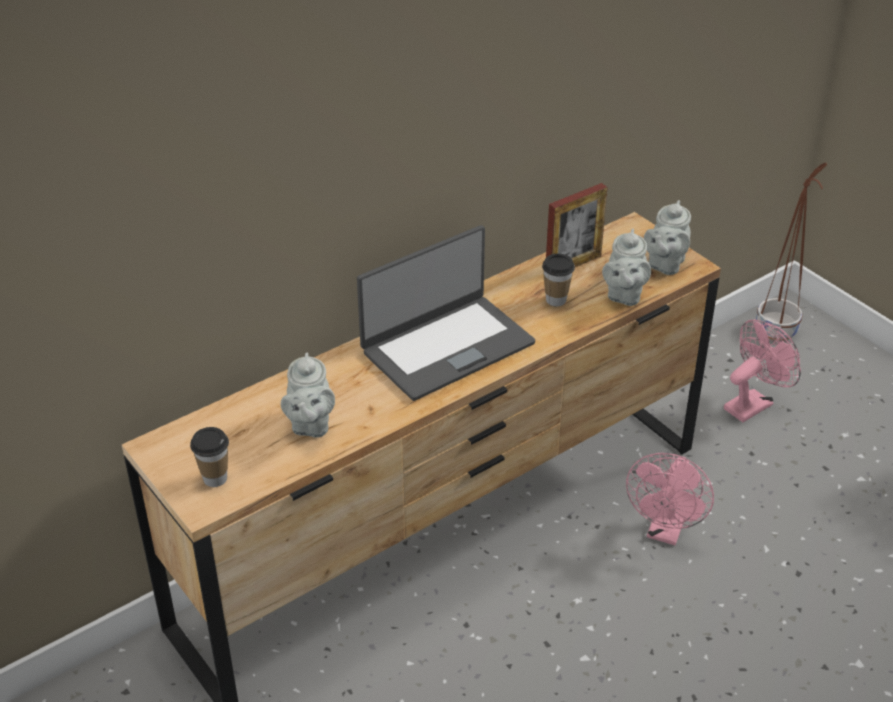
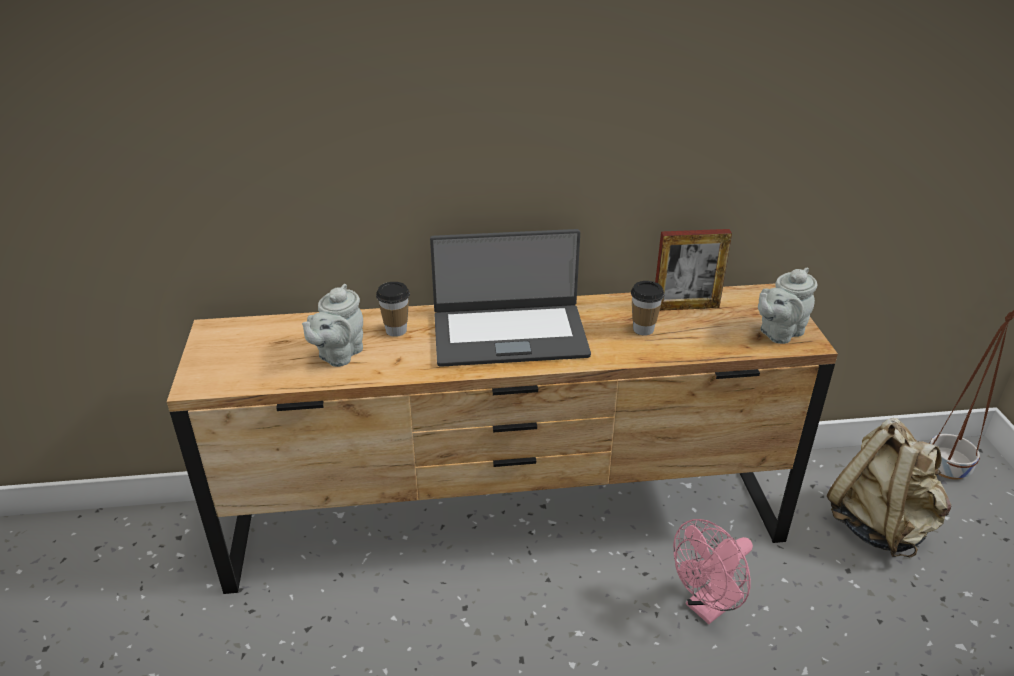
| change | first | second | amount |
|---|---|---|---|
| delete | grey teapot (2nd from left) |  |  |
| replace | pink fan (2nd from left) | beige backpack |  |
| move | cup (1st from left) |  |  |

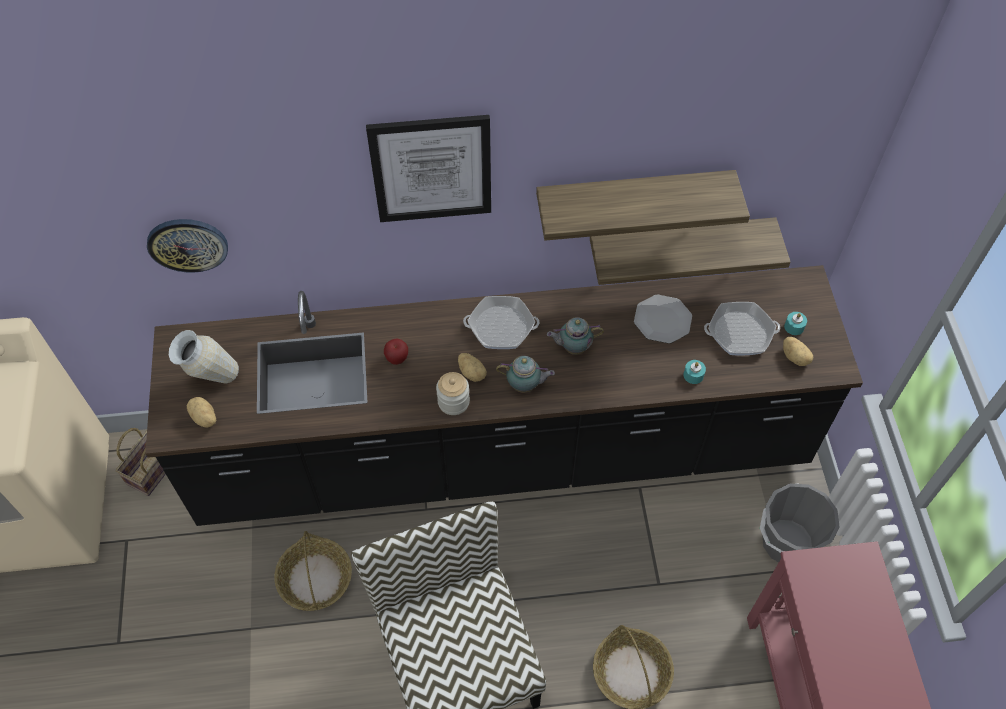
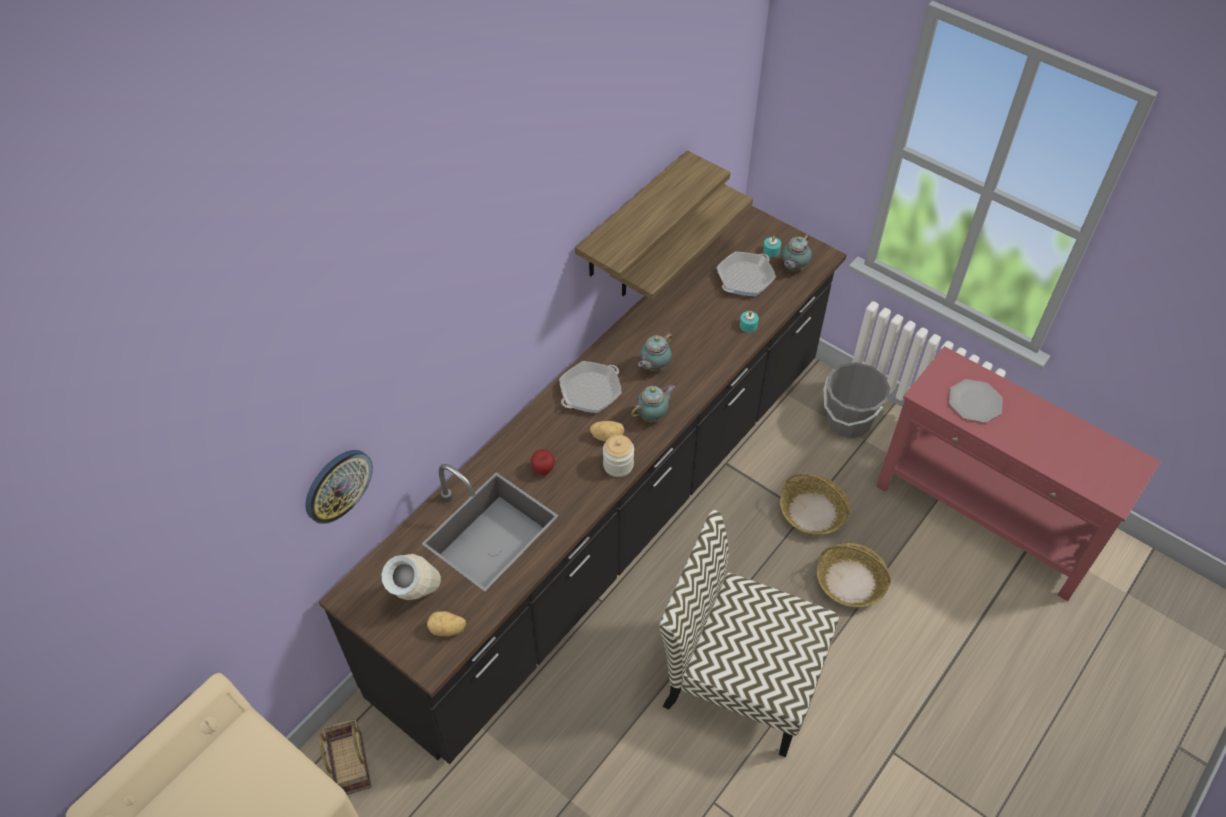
| change | first | second | amount |
|---|---|---|---|
| delete | picture |  |  |
| move | plate |  |  |
| replace | potato (3rd from left) | teapot (3rd from left) |  |
| move | basket (2nd from left) |  |  |

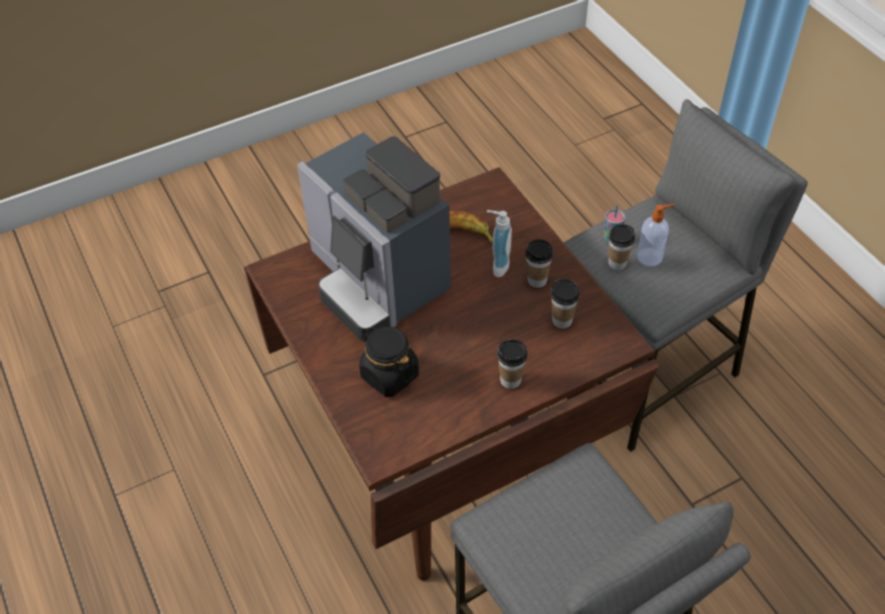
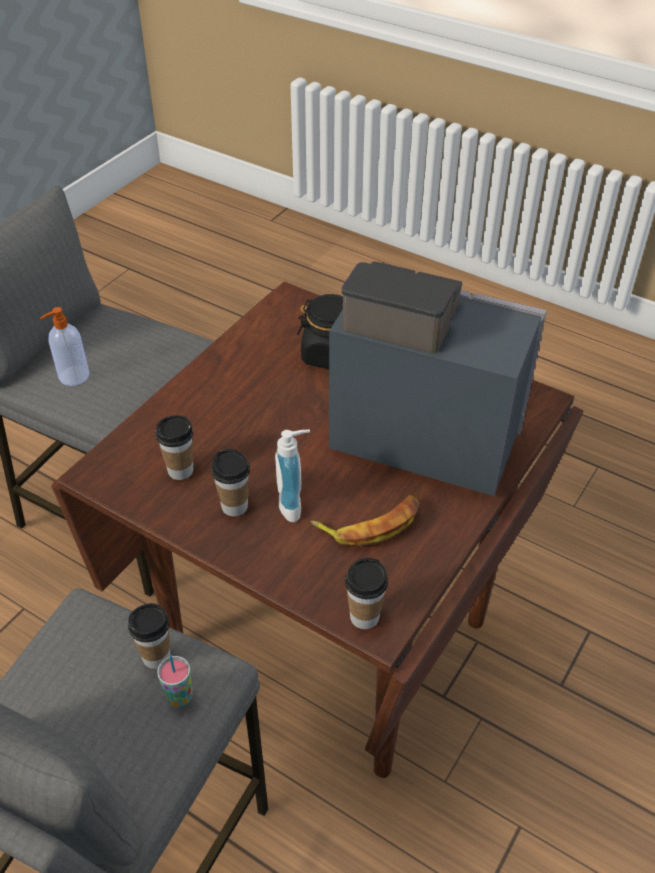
| change | first | second | amount |
|---|---|---|---|
| move | soap dispenser (2nd from left in the first image) | soap dispenser (1st from left) |  |
| move | cup (1st from left in the first image) | cup (5th from left) |  |

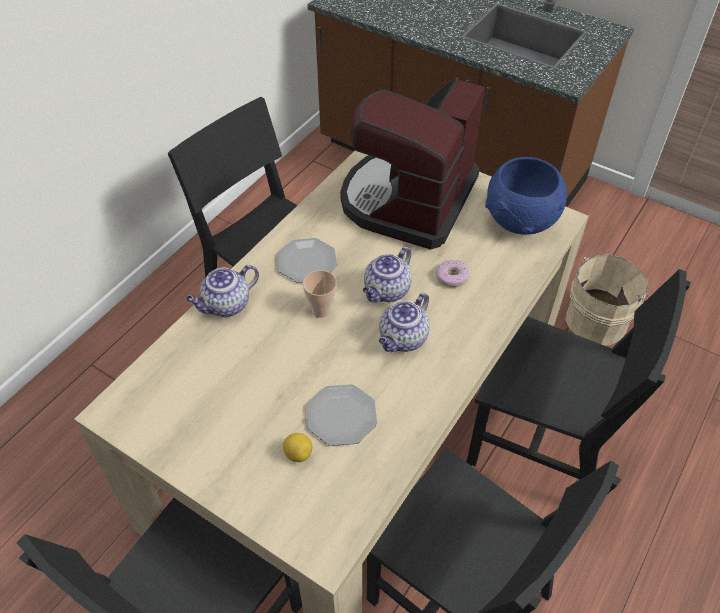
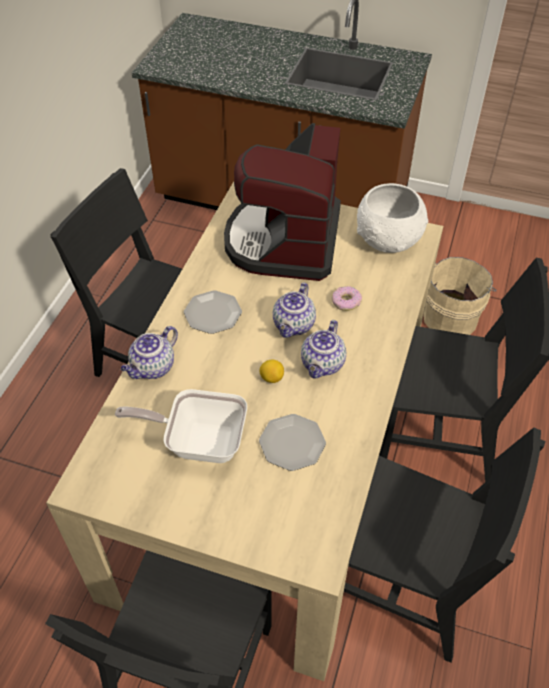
| change | first | second | amount |
|---|---|---|---|
| recolor | blue bowl | white bowl |  |
| delete | cup |  |  |
| move | lemon |  |  |
| insert |  | frying pan |  |

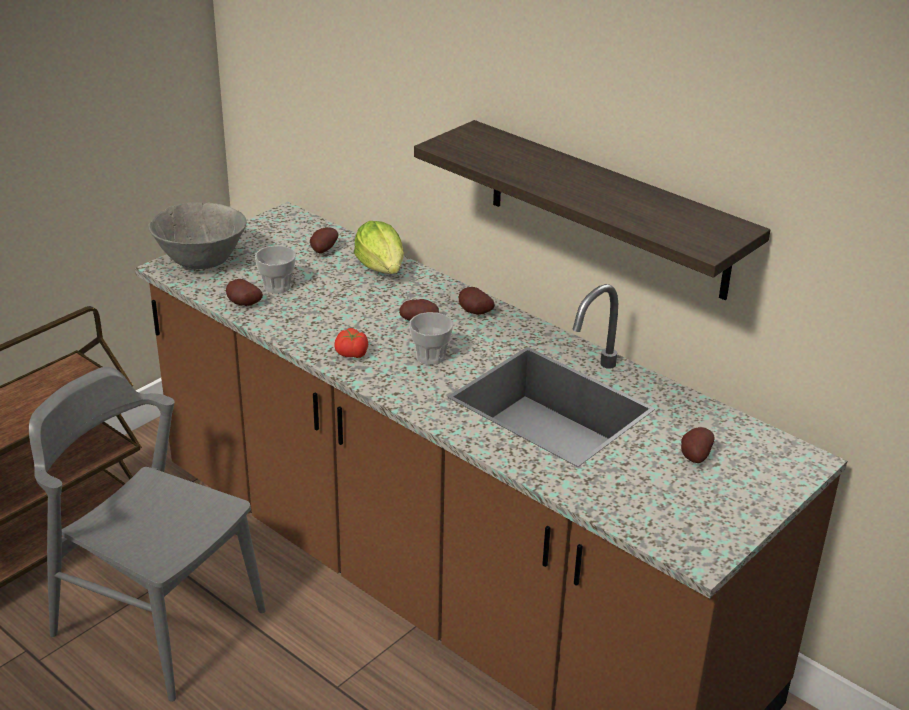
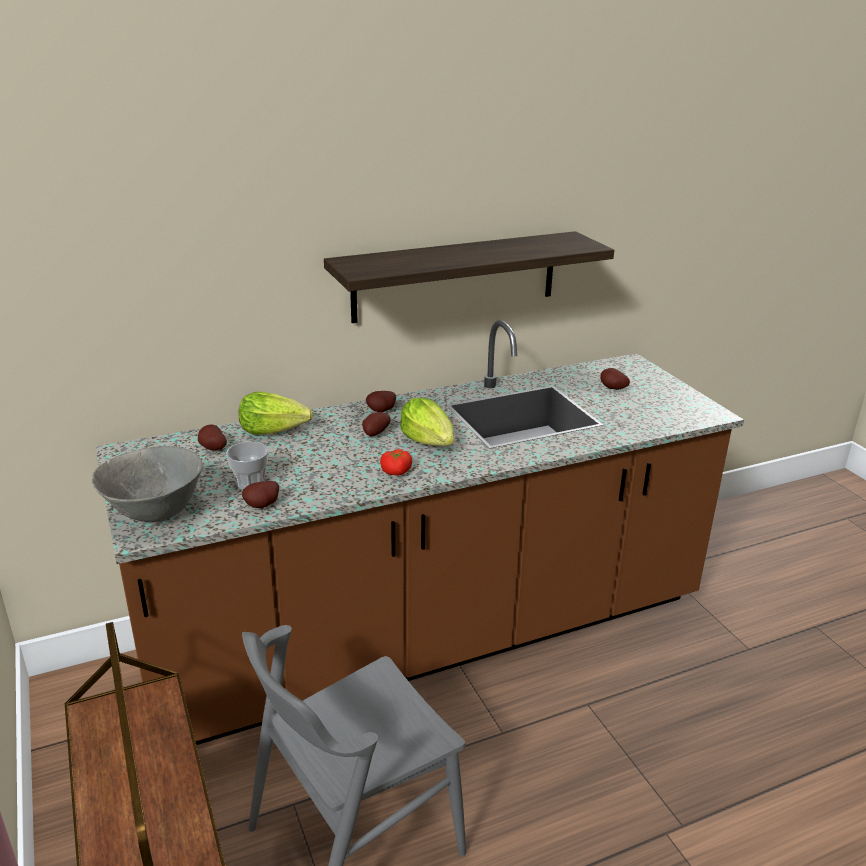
| change | first | second | amount |
|---|---|---|---|
| replace | cup (2nd from left) | lettuce (2nd from left) |  |

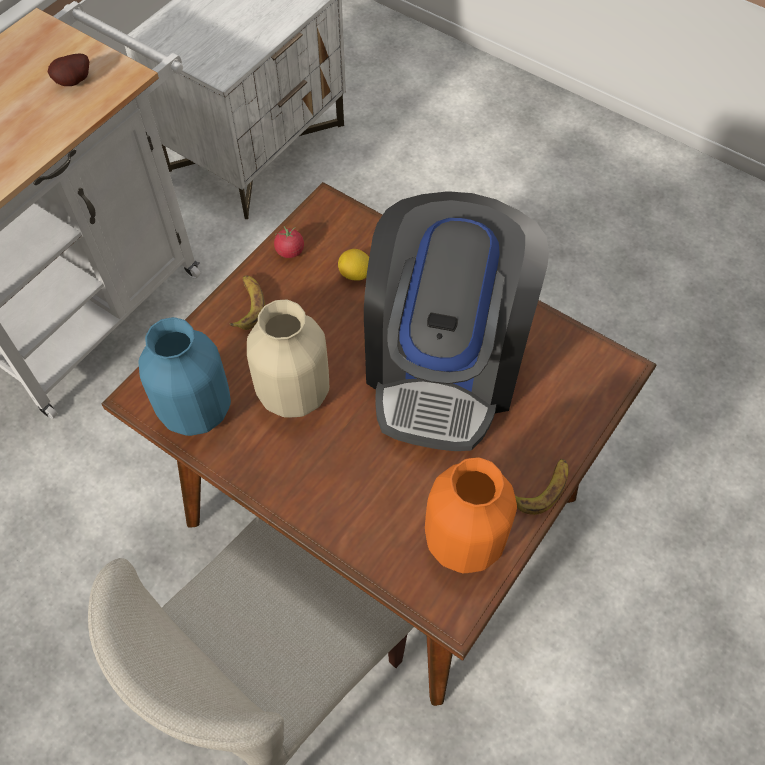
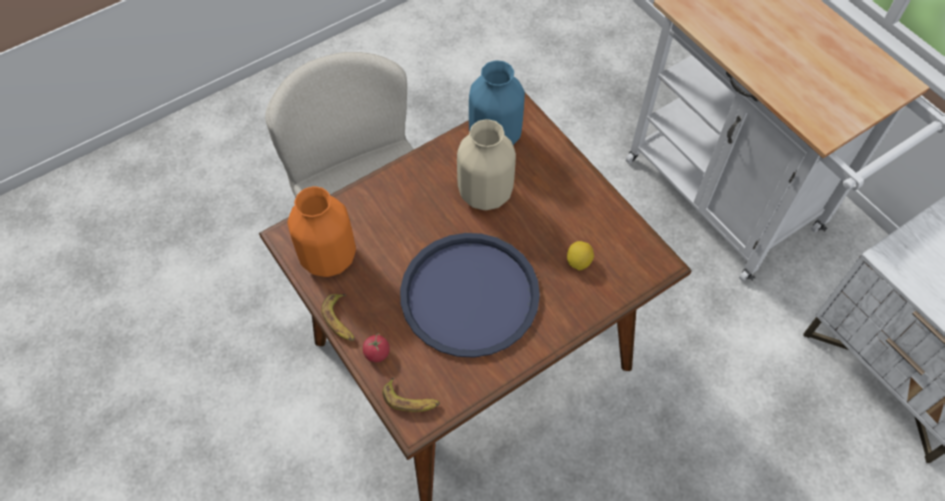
| change | first | second | amount |
|---|---|---|---|
| delete | potato |  |  |
| replace | coffee machine | blue tray |  |
| move | tomato |  |  |
| move | banana (1st from left in the first image) | banana (2nd from left) |  |

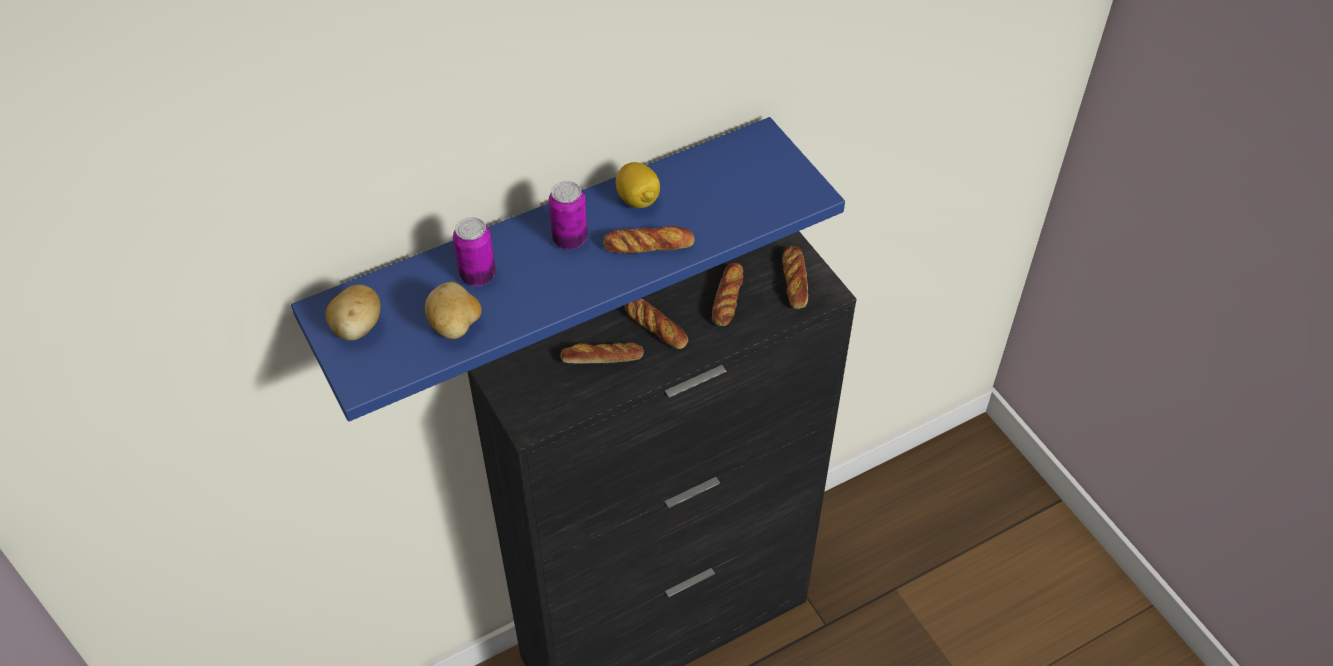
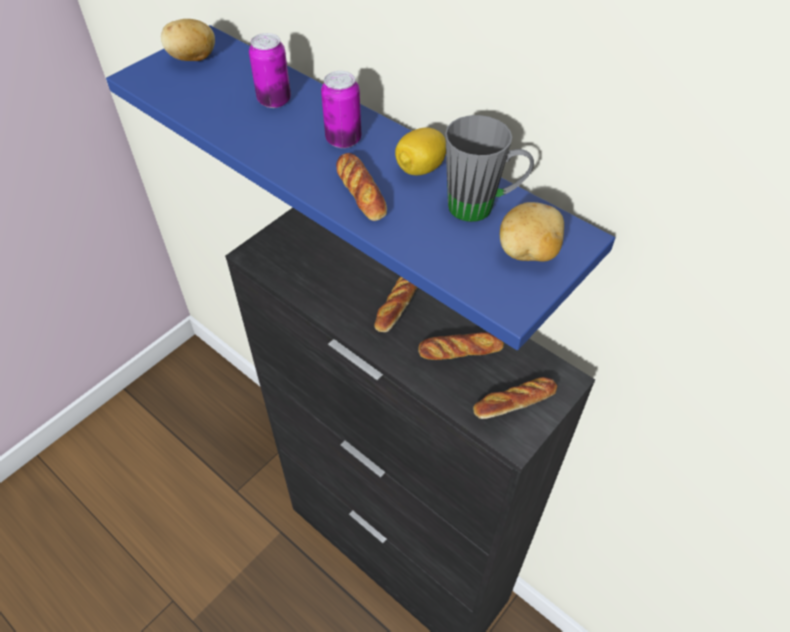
| change | first | second | amount |
|---|---|---|---|
| move | potato (2nd from left) |  |  |
| delete | bread (1st from left) |  |  |
| insert |  | grey mug |  |

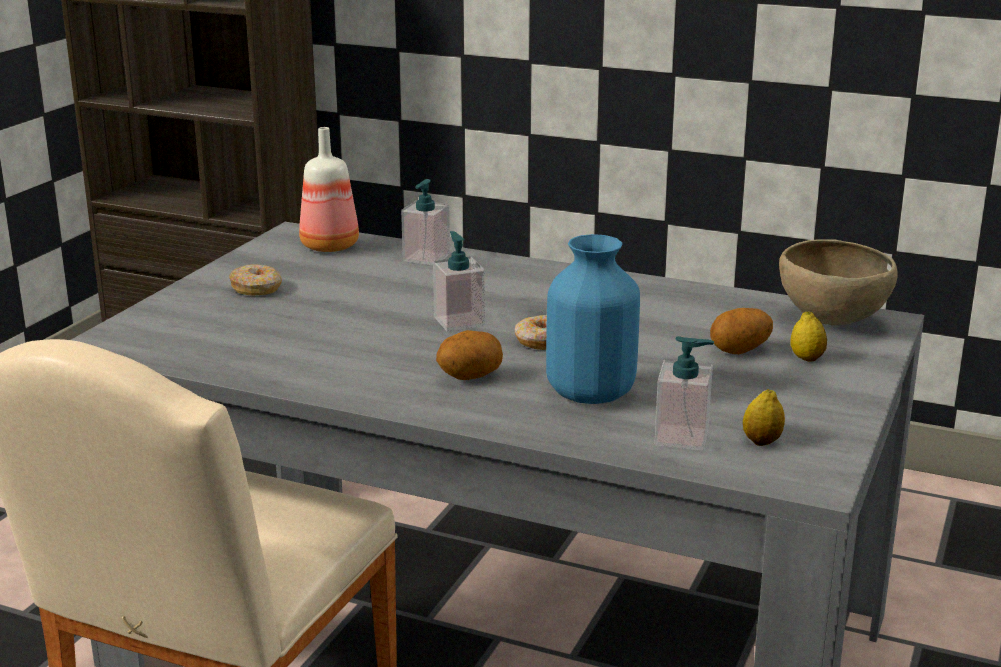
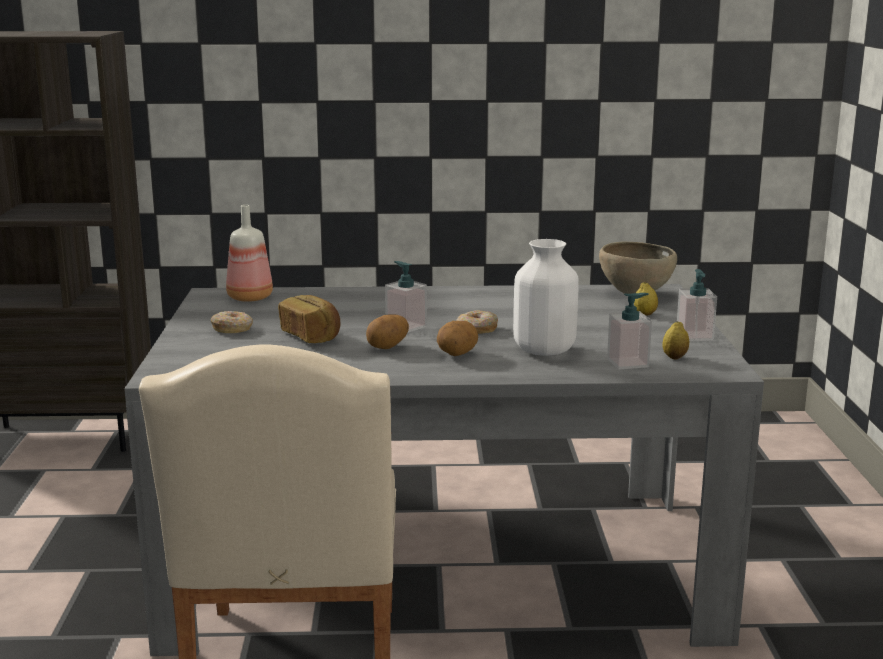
| change | first | second | amount |
|---|---|---|---|
| move | soap dispenser (1st from left in the first image) | soap dispenser (3rd from left) |  |
| recolor | blue vase | white vase |  |
| move | potato (2nd from left in the first image) | potato (1st from left) |  |
| insert |  | bread |  |

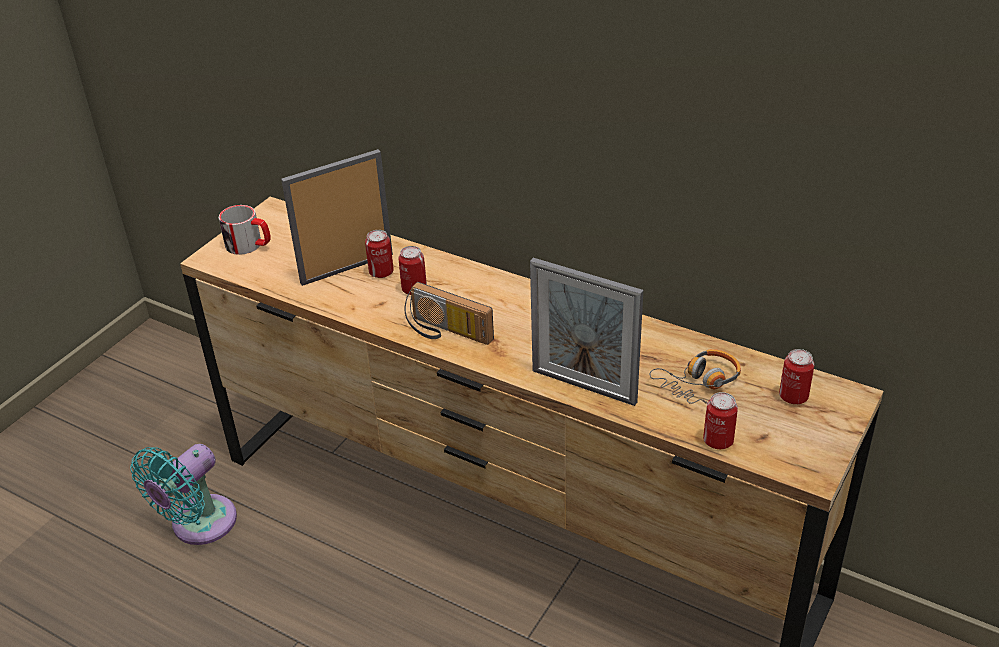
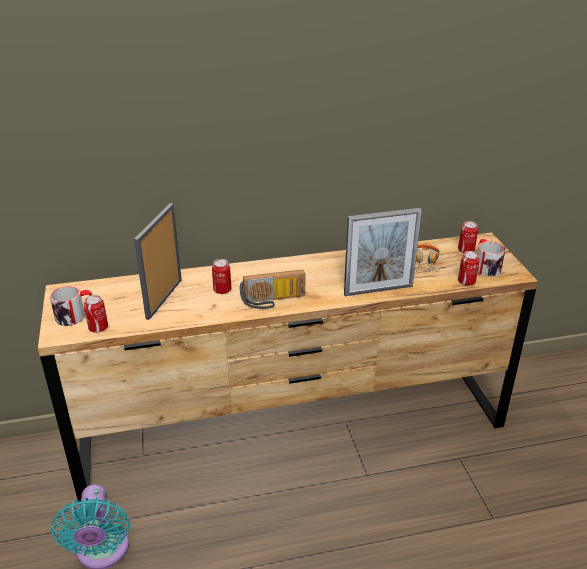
| change | first | second | amount |
|---|---|---|---|
| move | can (1st from left) |  |  |
| insert |  | mug (2nd from left) |  |

